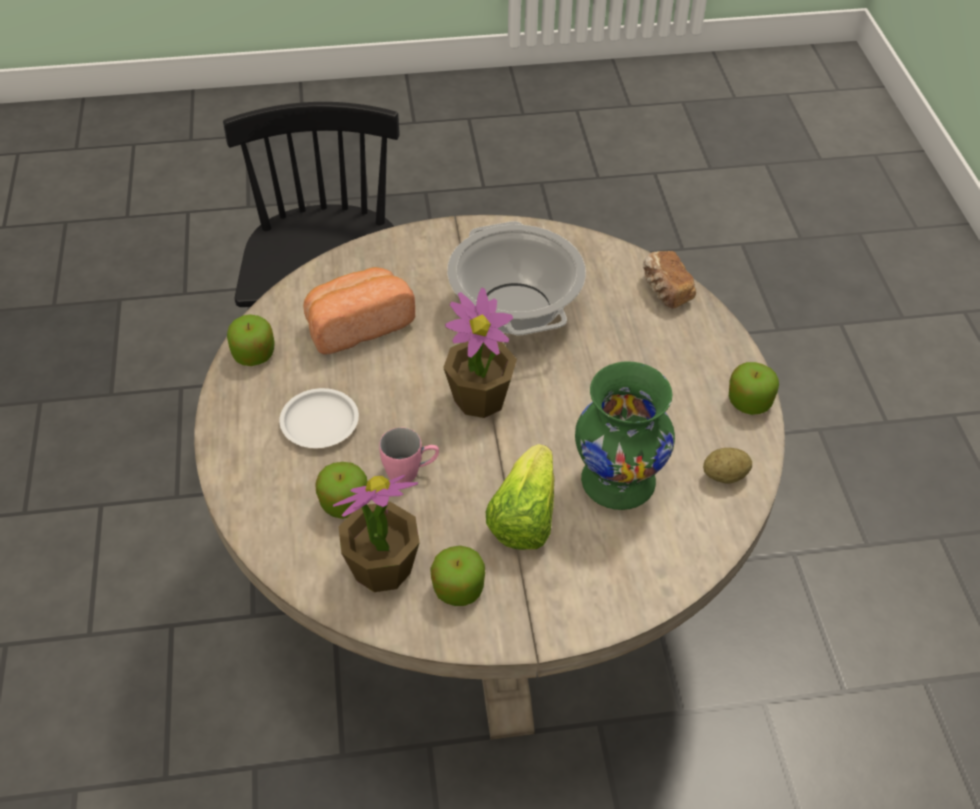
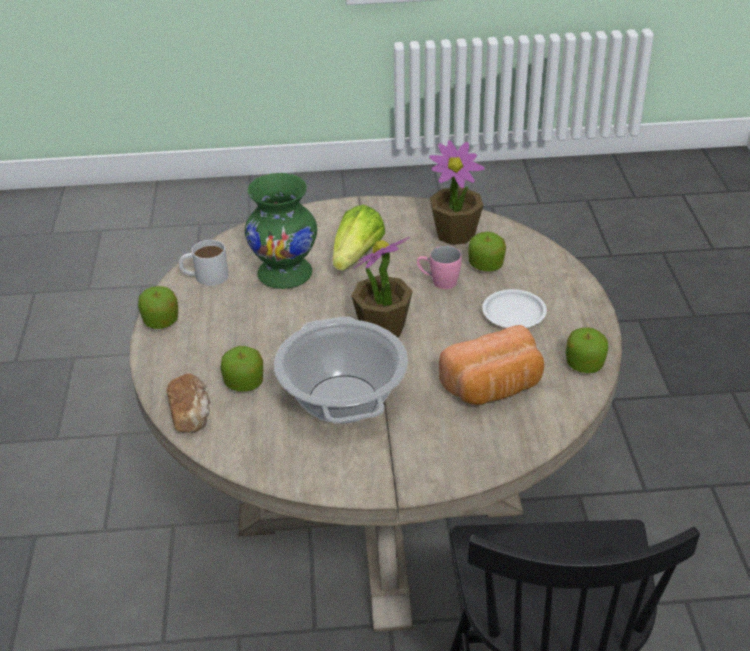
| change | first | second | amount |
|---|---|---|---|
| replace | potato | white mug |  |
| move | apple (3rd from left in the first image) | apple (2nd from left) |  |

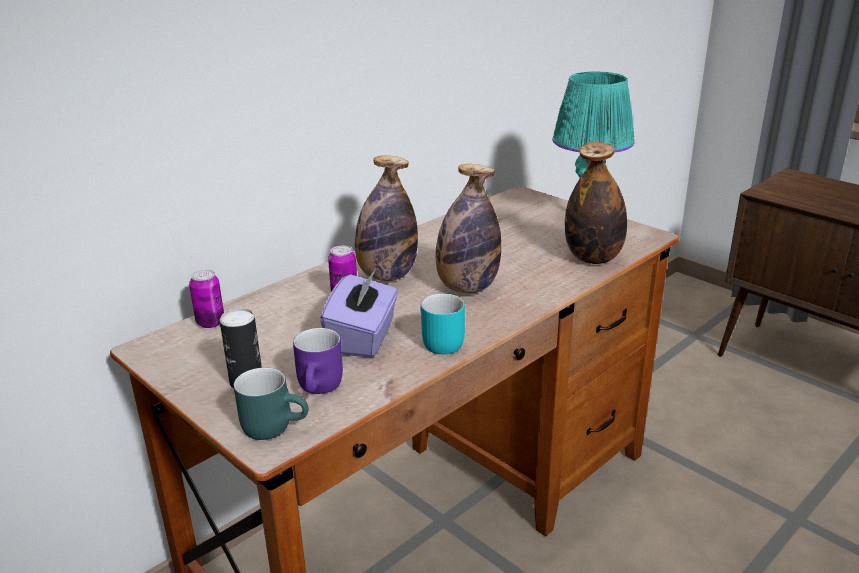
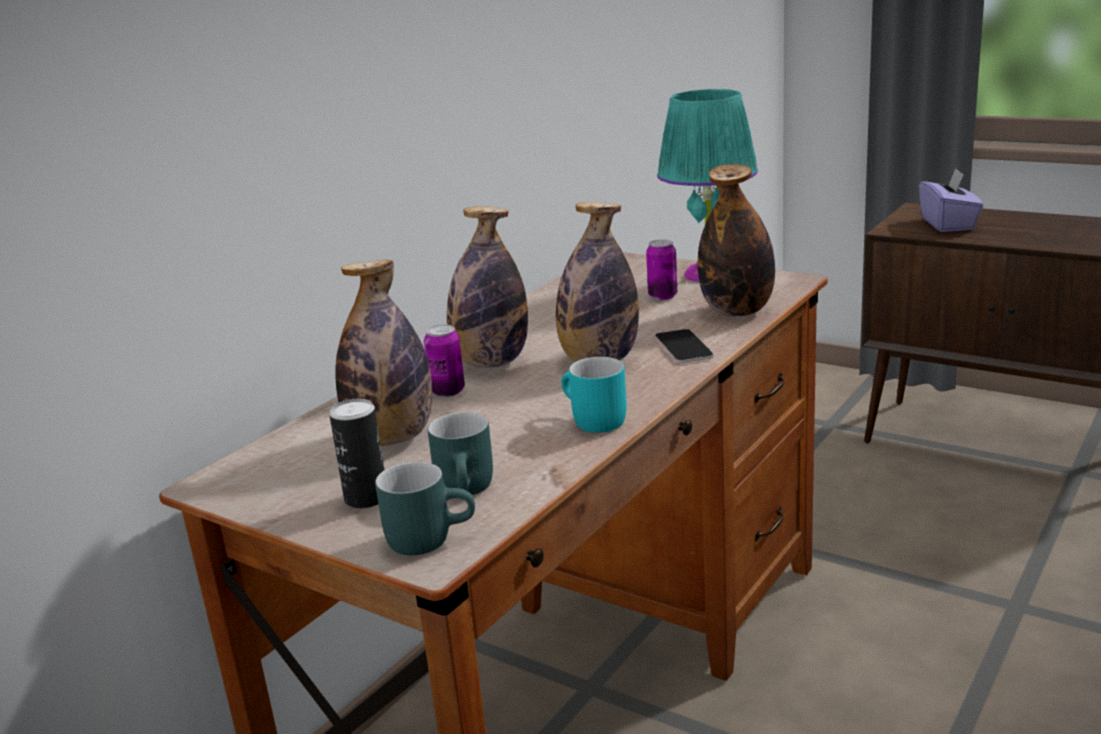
| change | first | second | amount |
|---|---|---|---|
| move | purple tissue box |  |  |
| move | can (1st from left in the first image) | can (3rd from left) |  |
| recolor | purple mug | turquoise mug (2nd from left) |  |
| insert |  | bottle (1st from left) |  |
| insert |  | phone |  |

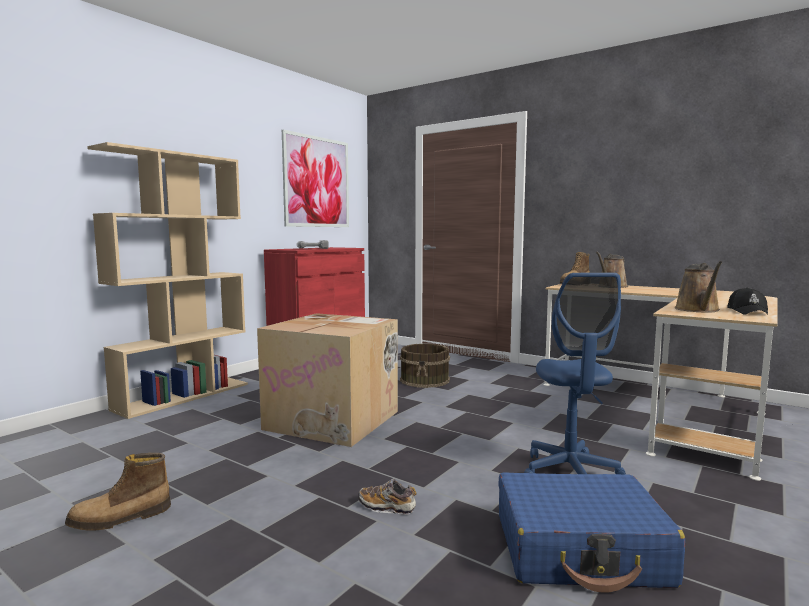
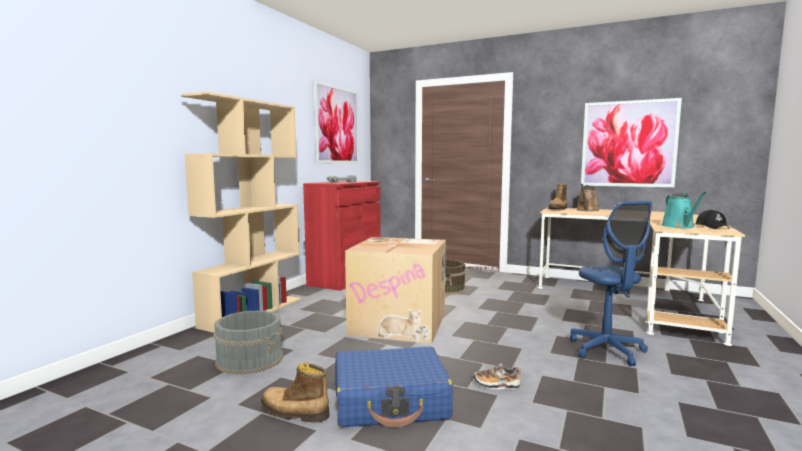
| change | first | second | amount |
|---|---|---|---|
| recolor | brown watering can (2nd from left) | turquoise watering can |  |
| rotate | boot (1st from left) |  | 60 degrees clockwise |
| move | blue suitcase |  |  |
| insert |  | picture (2nd from left) |  |
| insert |  | grey bucket |  |

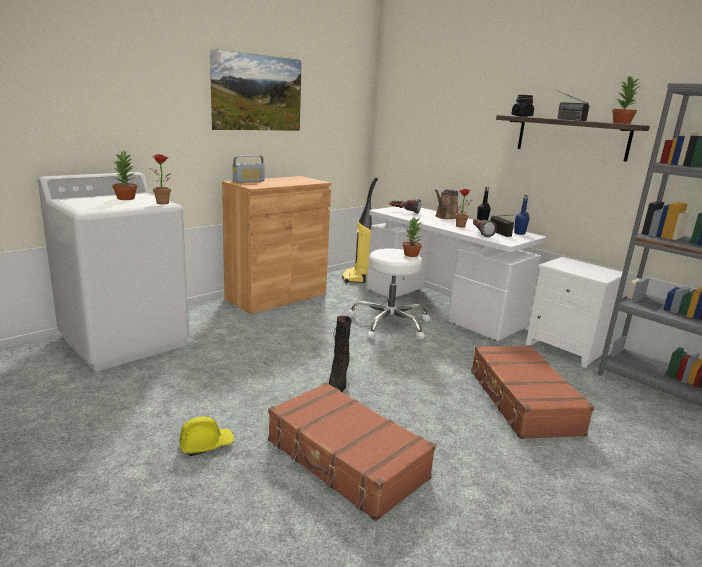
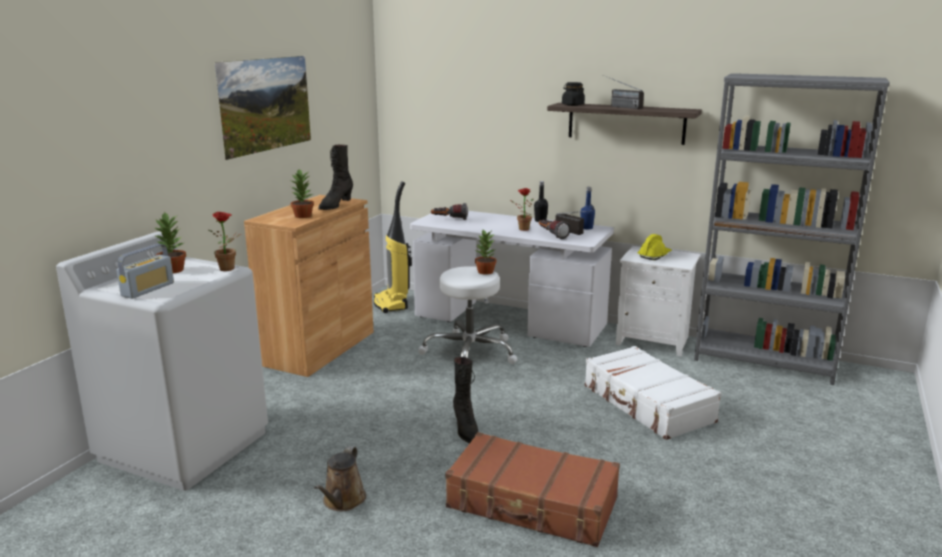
| change | first | second | amount |
|---|---|---|---|
| move | potted plant (5th from left in the first image) | potted plant (3rd from left) |  |
| move | radio (1st from left) |  |  |
| move | brown watering can |  |  |
| recolor | brown suitcase (2nd from left) | white suitcase |  |
| move | yellow hard hat |  |  |
| insert |  | black boot (1st from left) |  |

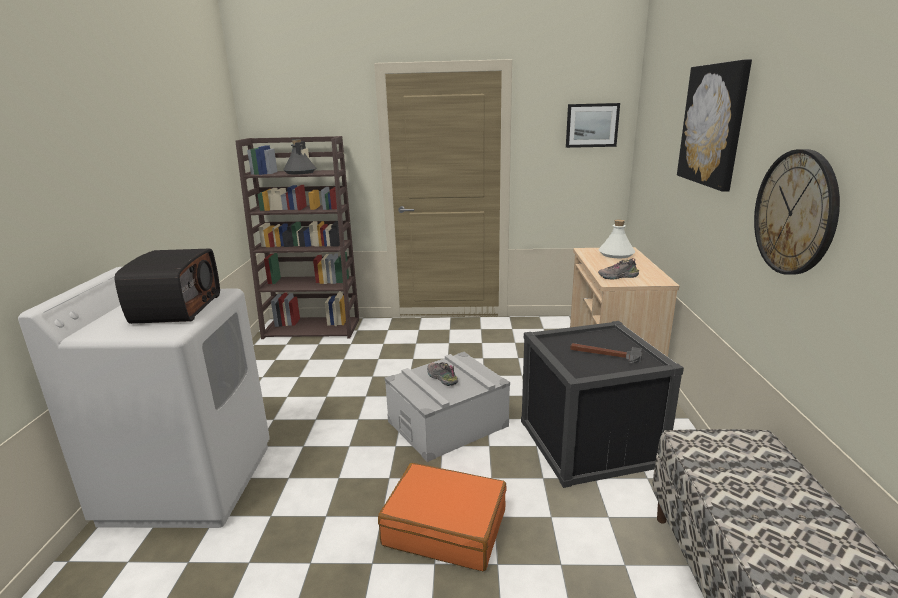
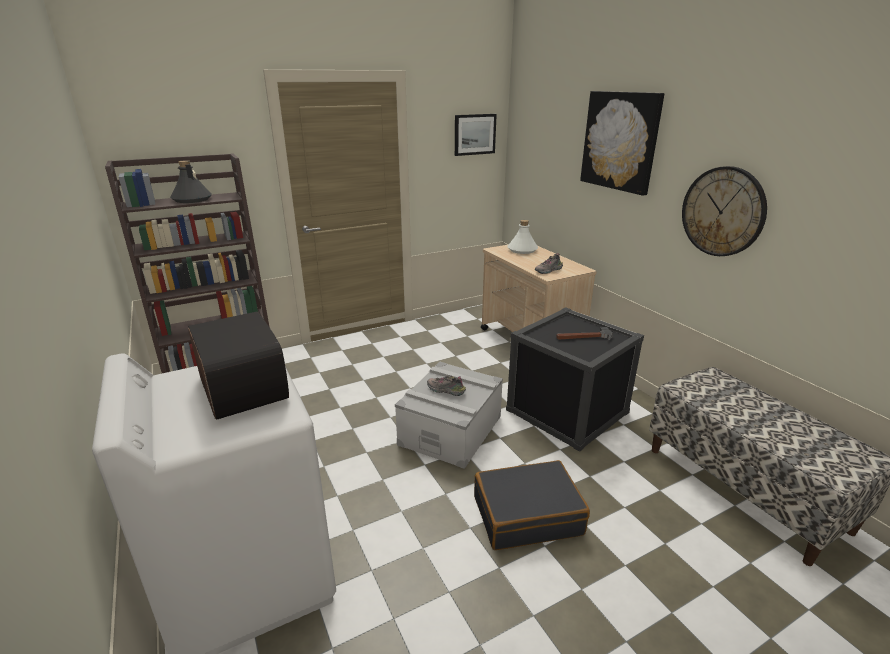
| change | first | second | amount |
|---|---|---|---|
| recolor | orange suitcase | black suitcase |  |

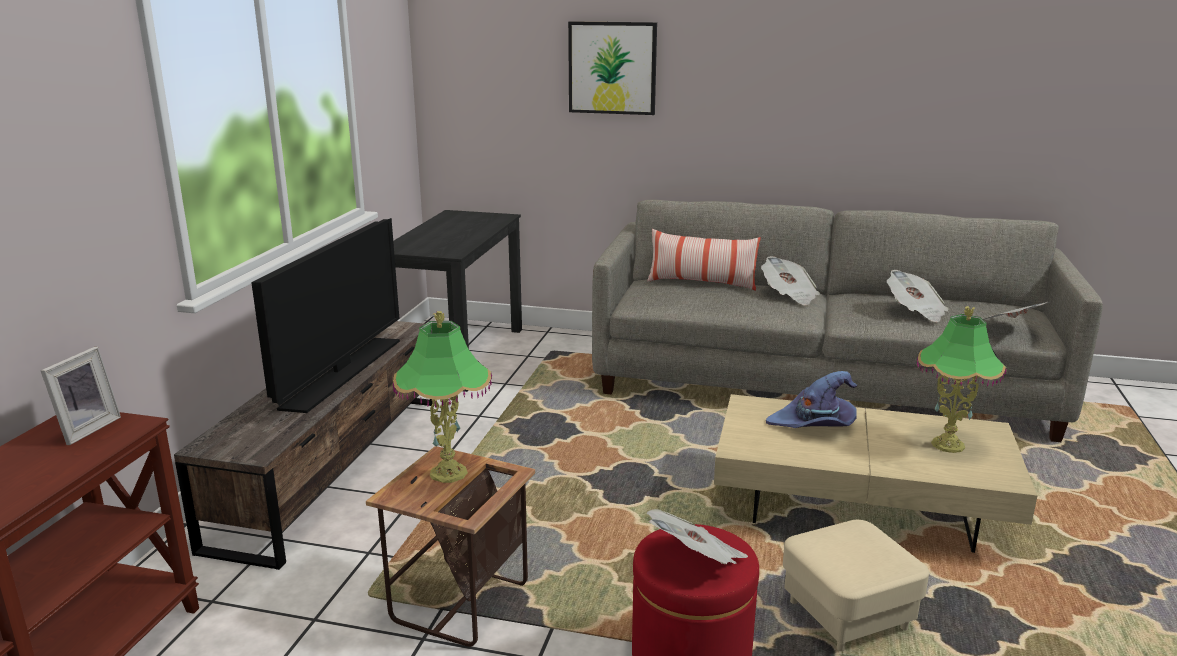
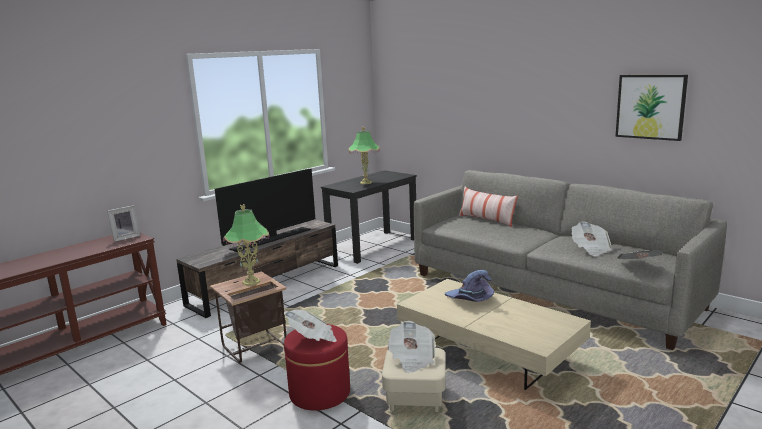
| change | first | second | amount |
|---|---|---|---|
| move | picture |  |  |
| move | newspaper (2nd from left) |  |  |
| move | table lamp (2nd from left) |  |  |

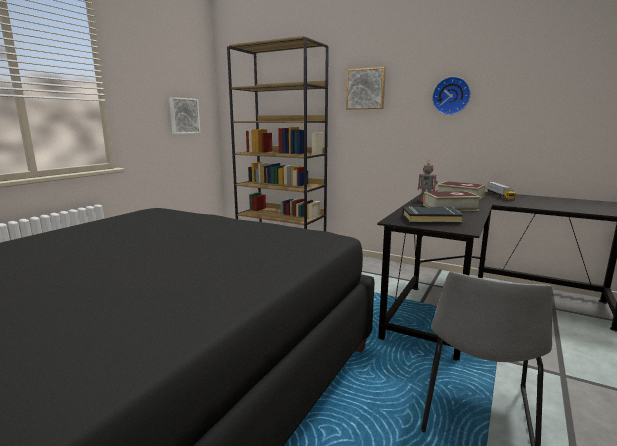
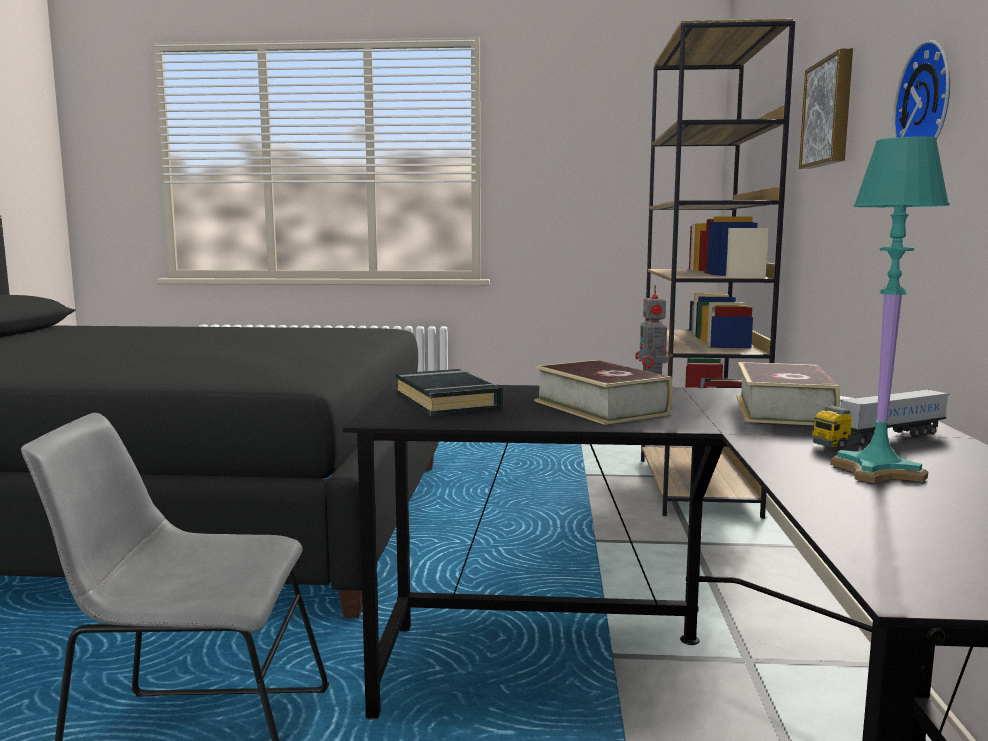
| change | first | second | amount |
|---|---|---|---|
| delete | picture (1st from left) |  |  |
| insert |  | turquoise table lamp |  |

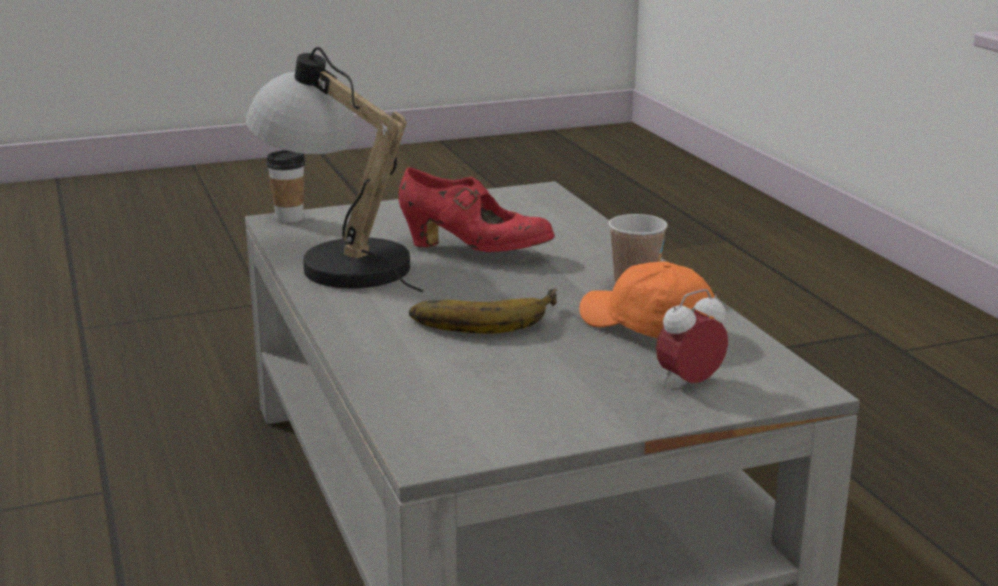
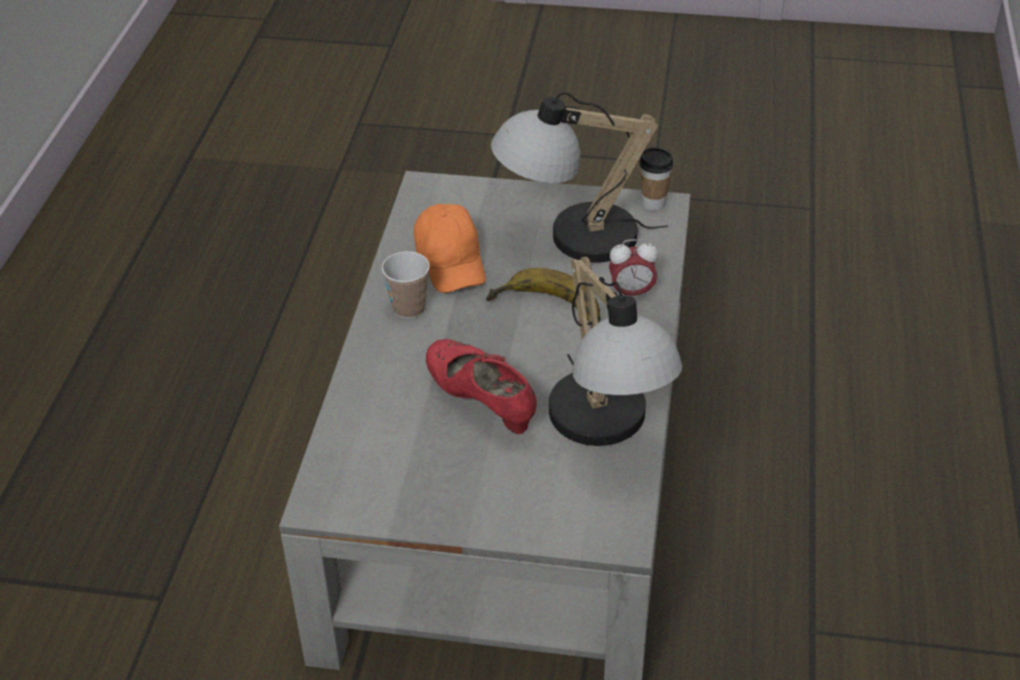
| change | first | second | amount |
|---|---|---|---|
| move | cup (1st from left in the first image) | cup (2nd from left) |  |
| move | alarm clock |  |  |
| insert |  | table lamp (1st from left) |  |

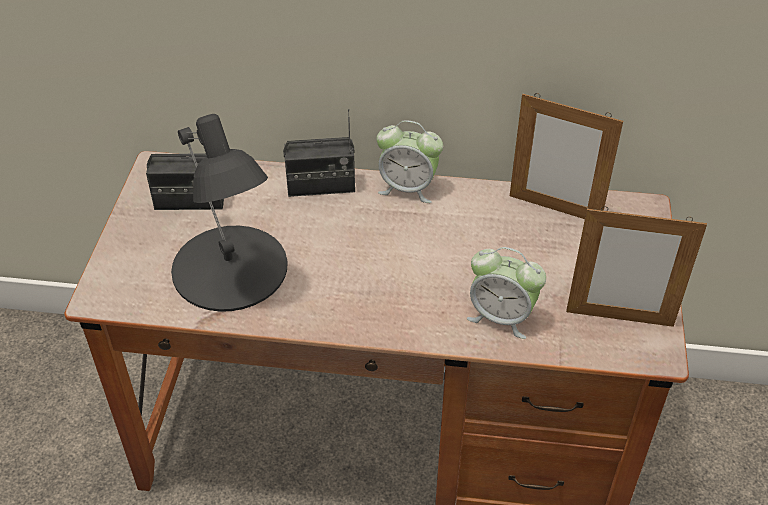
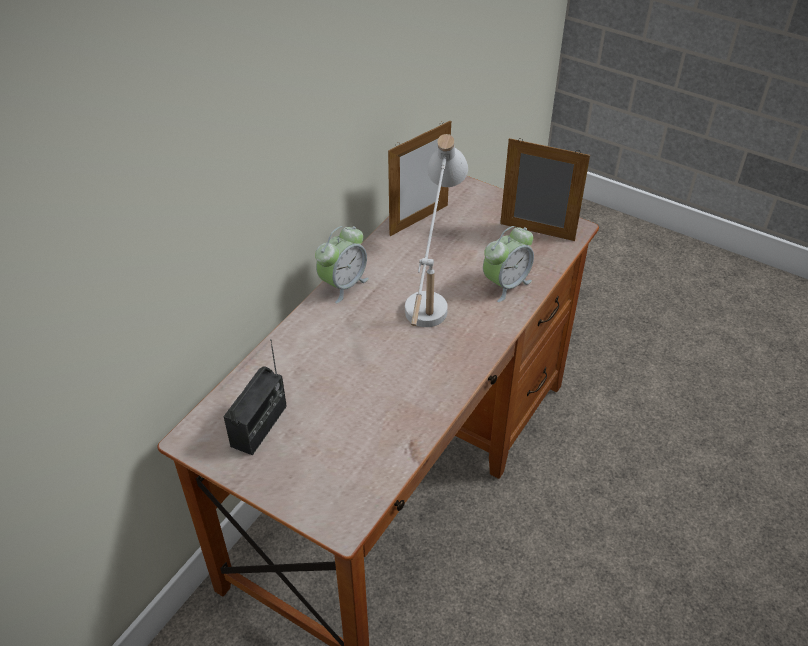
| change | first | second | amount |
|---|---|---|---|
| delete | radio (2nd from left) |  |  |
| delete | black table lamp |  |  |
| rotate | picture frame (2nd from left) |  | 105 degrees counterclockwise |
| insert |  | white table lamp |  |

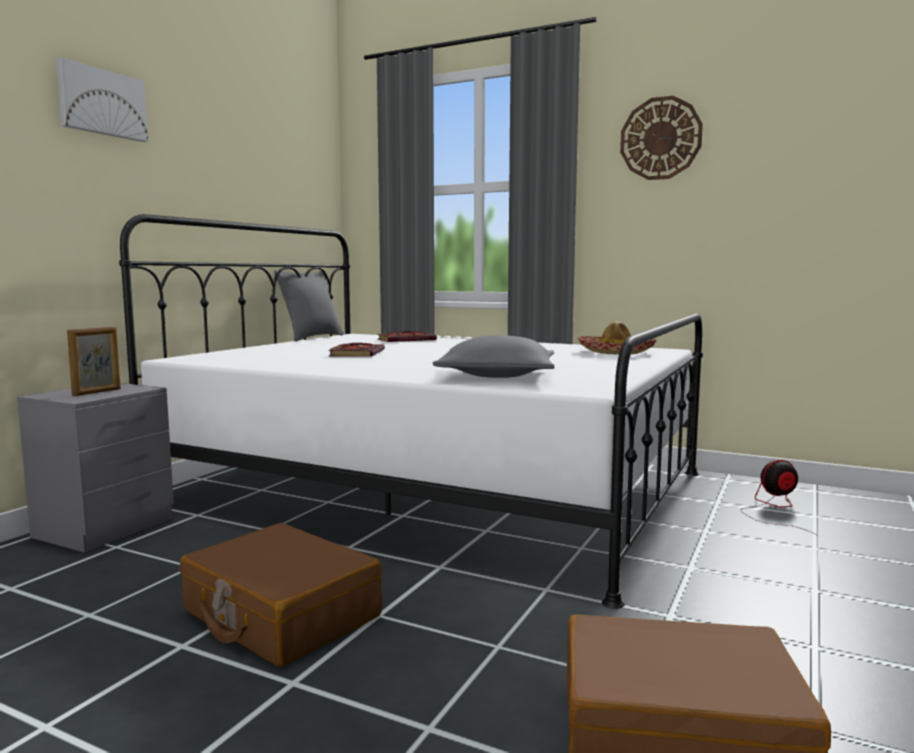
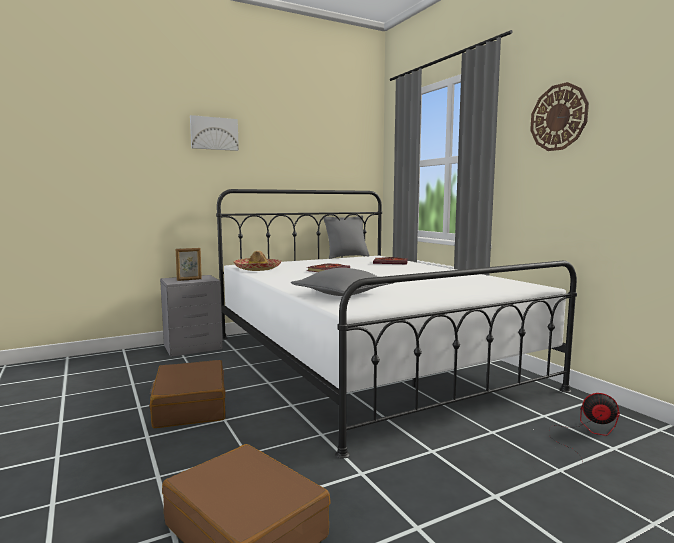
| change | first | second | amount |
|---|---|---|---|
| move | hat |  |  |

